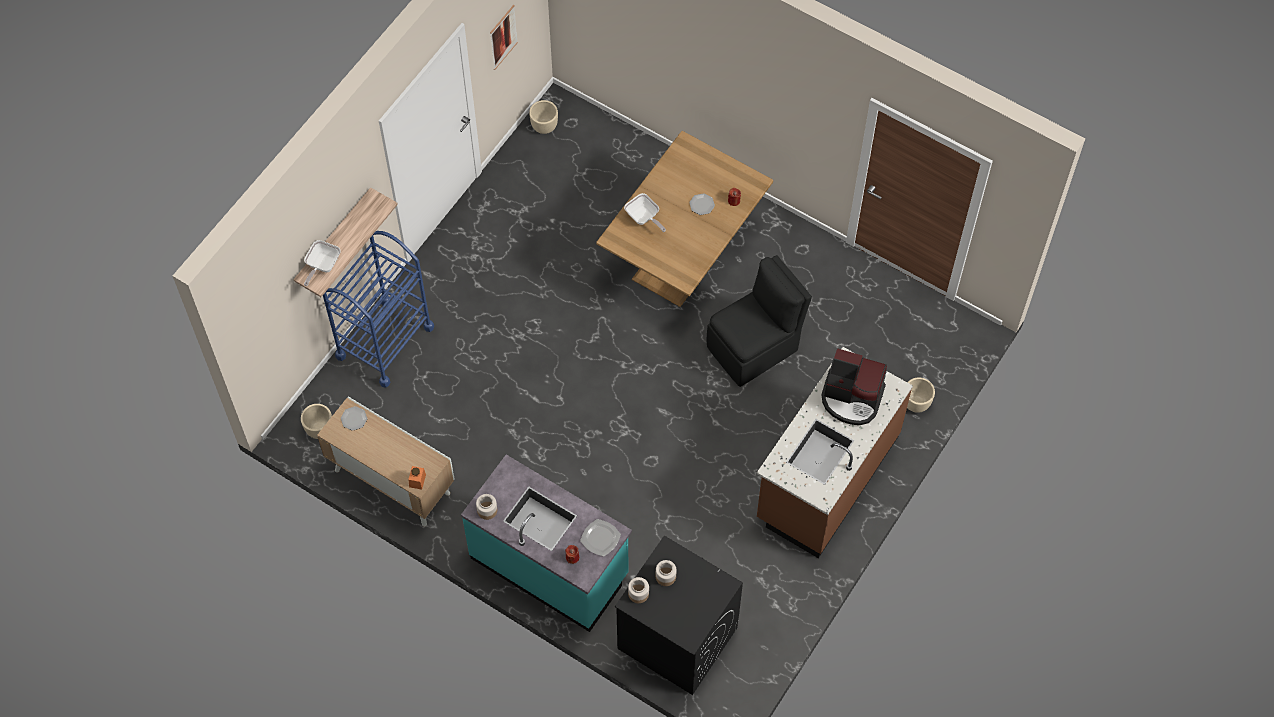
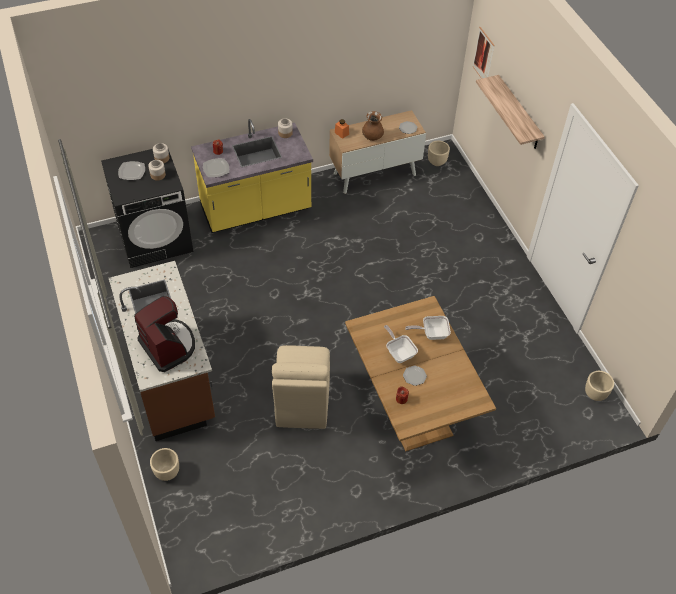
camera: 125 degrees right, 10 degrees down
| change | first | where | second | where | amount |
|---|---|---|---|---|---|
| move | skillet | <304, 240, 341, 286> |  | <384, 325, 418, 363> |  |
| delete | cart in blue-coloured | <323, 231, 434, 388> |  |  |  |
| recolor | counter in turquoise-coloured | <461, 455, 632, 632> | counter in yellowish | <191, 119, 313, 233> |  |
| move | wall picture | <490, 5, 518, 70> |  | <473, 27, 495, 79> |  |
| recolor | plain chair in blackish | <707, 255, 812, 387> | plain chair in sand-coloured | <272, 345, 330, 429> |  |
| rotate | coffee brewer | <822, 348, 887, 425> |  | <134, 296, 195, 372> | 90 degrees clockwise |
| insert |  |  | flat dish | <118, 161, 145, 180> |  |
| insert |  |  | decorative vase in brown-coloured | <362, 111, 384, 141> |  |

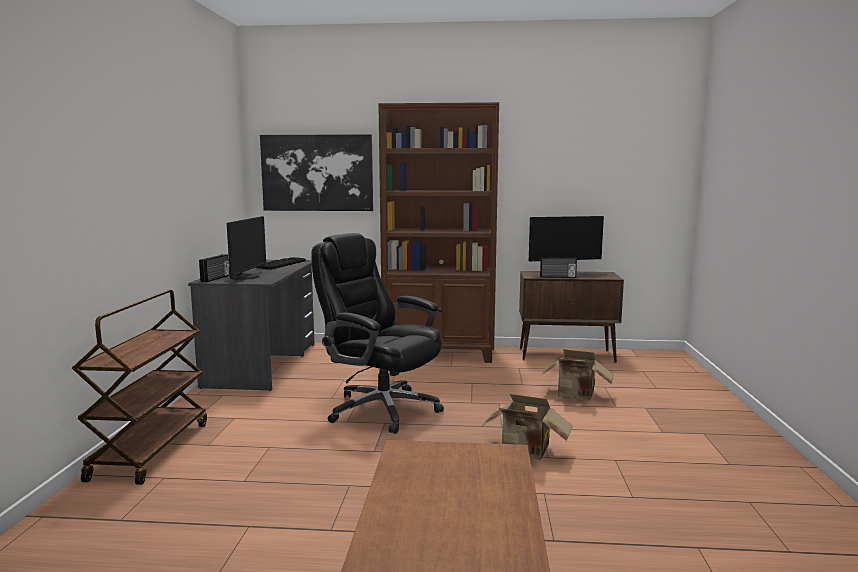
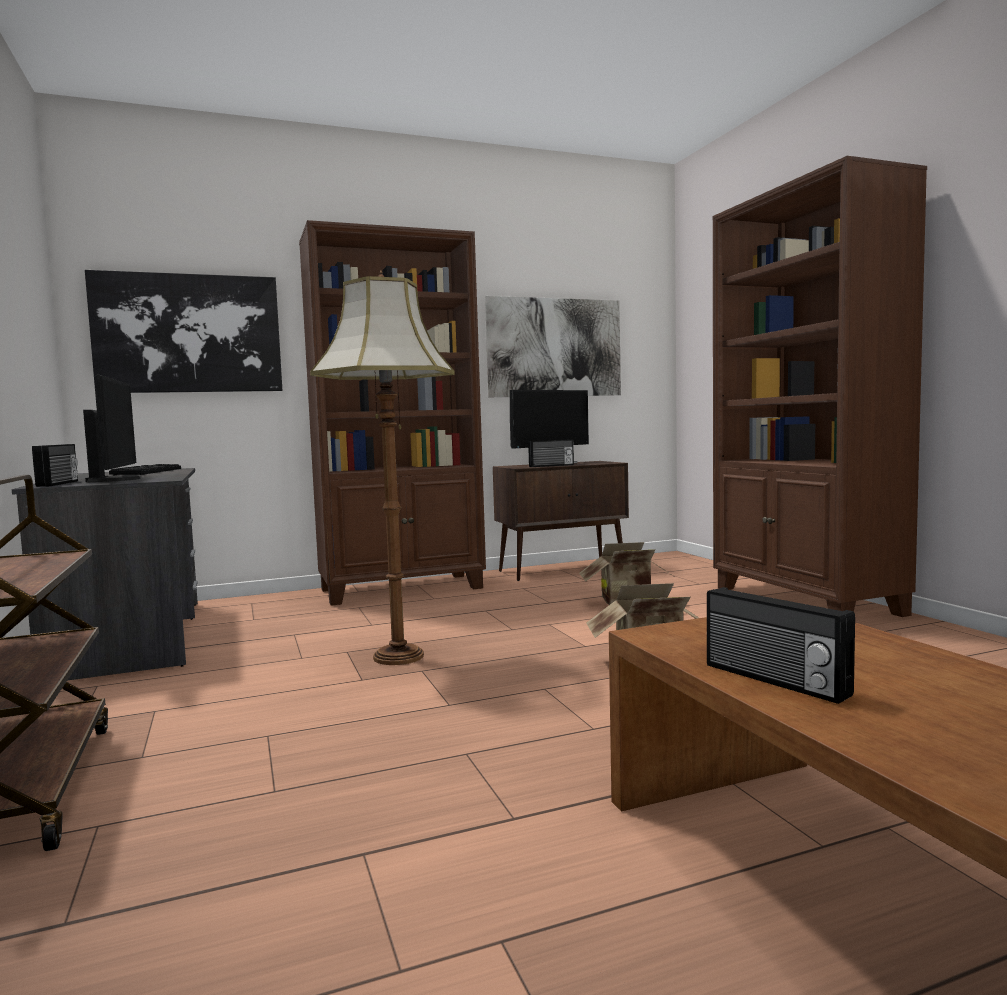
camera: 25 degrees left, 5 degrees down
| change | first | where | second | where | amount |
|---|---|---|---|---|---|
| replace | office chair in blackish | <312, 233, 444, 434> | floor lamp | <310, 271, 455, 665> |  |
| insert |  |  | wall picture | <485, 296, 621, 397> |  |
| insert |  |  | radio receiver | <707, 587, 855, 704> |  |
| insert |  |  | bookcase in brown-coloured | <713, 156, 927, 617> |  |

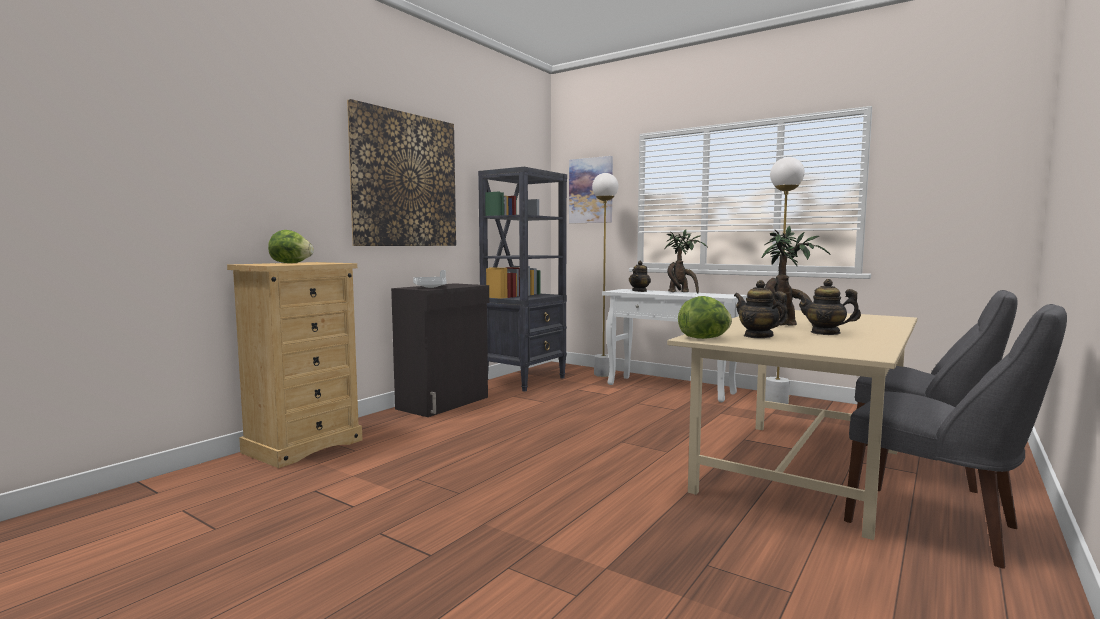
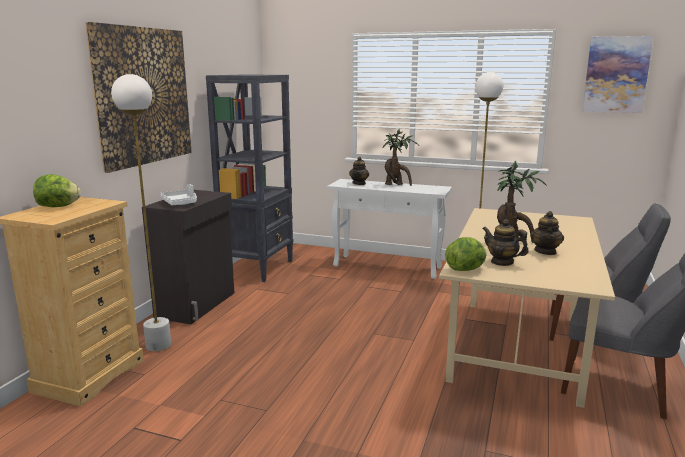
camera: 15 degrees left, 10 degrees up
| change | first | where | second | where | amount |
|---|---|---|---|---|---|
| move | wall picture | <569, 156, 613, 223> |  | <582, 36, 654, 113> |  |
| move | floor lamp in white | <592, 173, 618, 377> |  | <111, 74, 171, 352> |  |
| rotate | tea pot | <796, 279, 861, 335> |  | <530, 211, 564, 255> | 90 degrees counterclockwise |

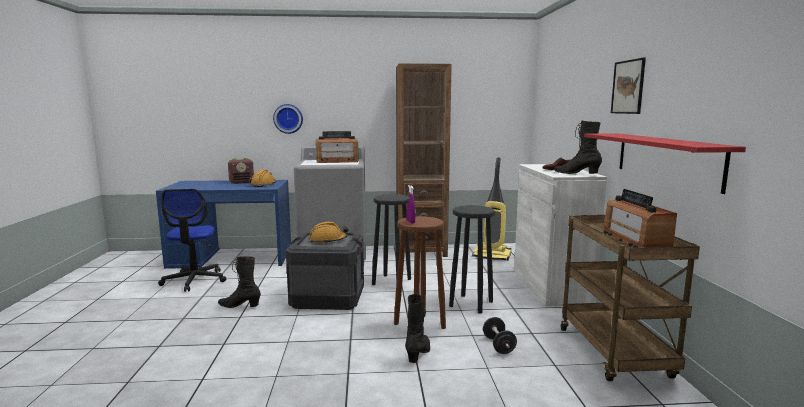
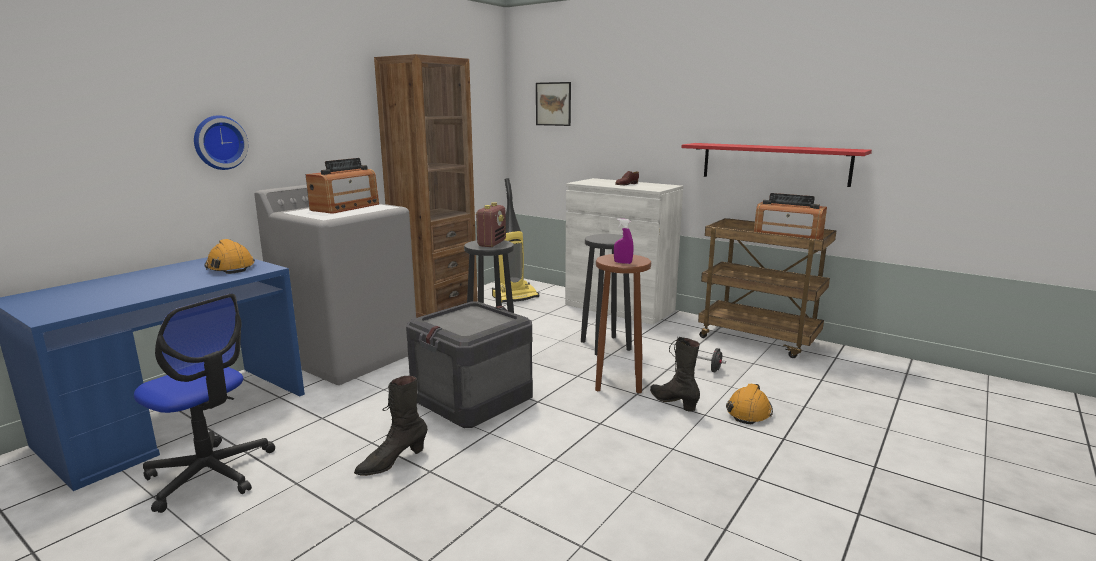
camera: 50 degrees left, 5 degrees up
| change | first | where | second | where | amount |
|---|---|---|---|---|---|
| move | radio receiver | <228, 158, 254, 184> |  | <475, 202, 506, 247> |  |
| move | safety helmet in orange-coloured | <309, 222, 349, 243> |  | <726, 384, 773, 424> |  |
| delete | boot in blackish | <554, 121, 602, 174> |  |  |  |
| move | wall picture | <611, 58, 646, 114> |  | <536, 82, 571, 126> |  |

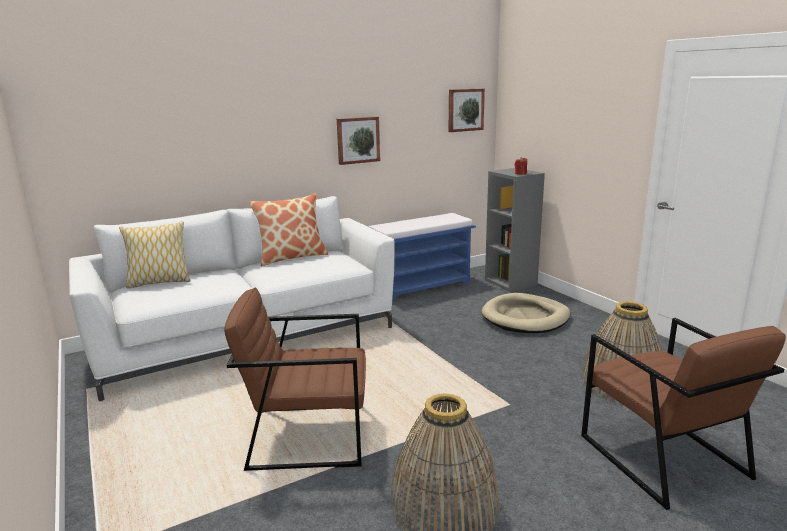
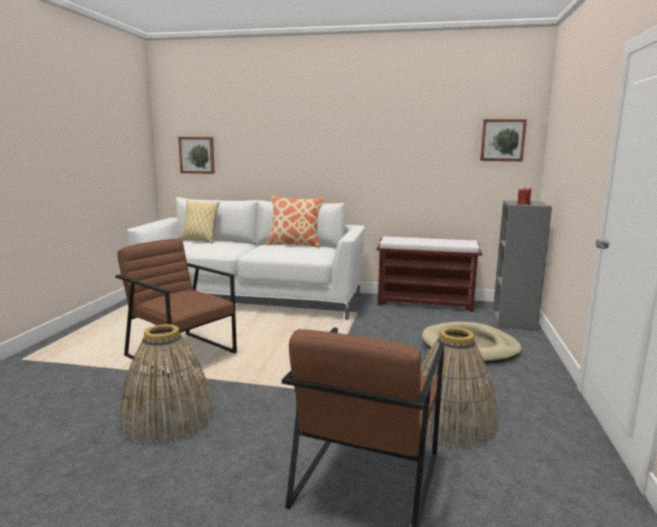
camera: 40 degrees right, 5 degrees down
| change | first | where | second | where | amount |
|---|---|---|---|---|---|
| move | wall picture | <337, 117, 380, 165> |  | <178, 137, 215, 174> |  |
| recolor | indoor bench in blue-coloured | <368, 213, 476, 300> | indoor bench in brown-coloured | <377, 236, 482, 312> |  |

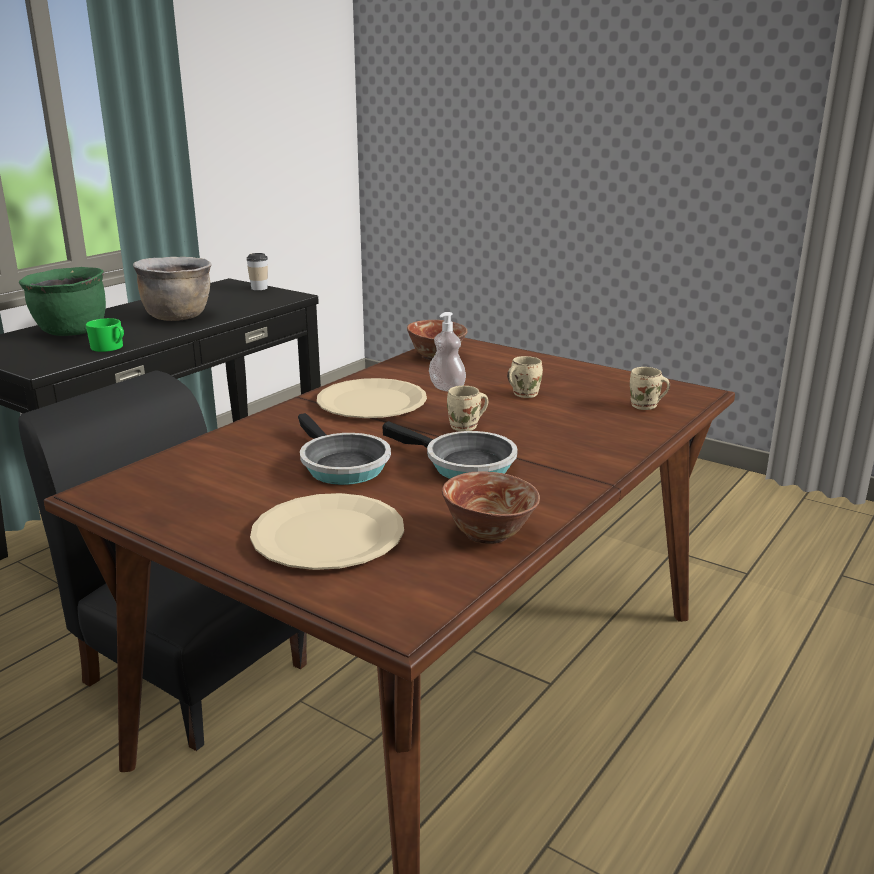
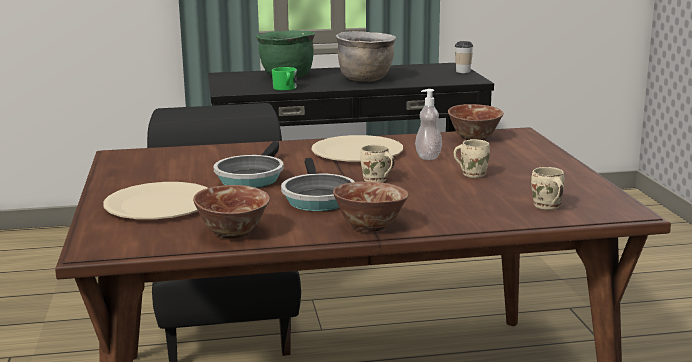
camera: 45 degrees right, 5 degrees down
| change | first | where | second | where | amount |
|---|---|---|---|---|---|
| insert |  |  | bowl | <333, 182, 409, 232> |  |

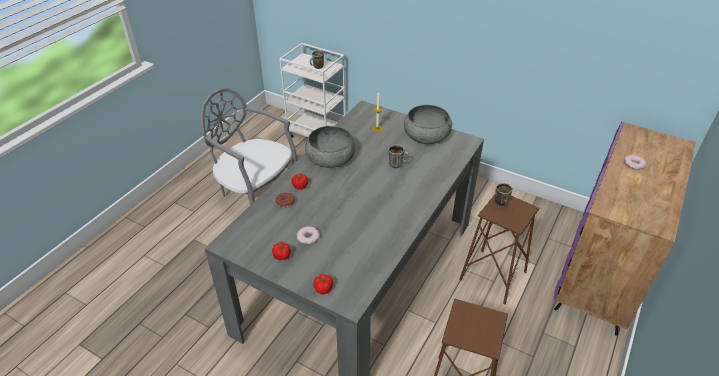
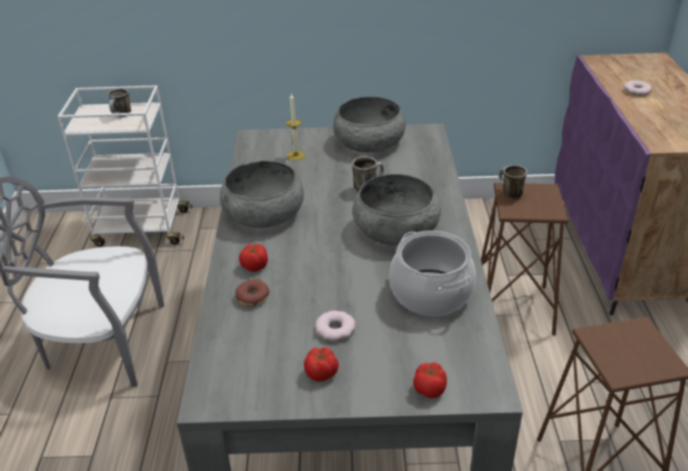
camera: 30 degrees left, 5 degrees down
| change | first | where | second | where | amount |
|---|---|---|---|---|---|
| insert |  |  | bowl in gray | <353, 174, 441, 246> |  |
| insert |  |  | saucepot | <389, 230, 476, 316> |  |

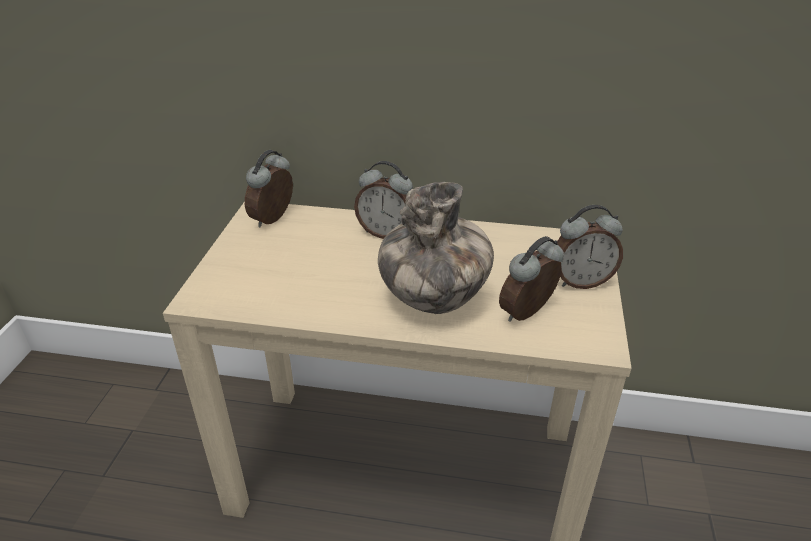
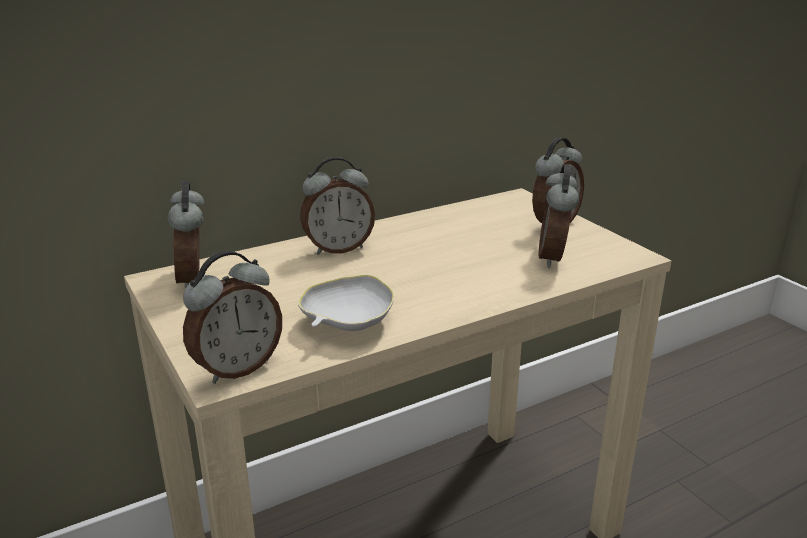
camera: 40 degrees left, 10 degrees down
| change | first | where | second | where | amount |
|---|---|---|---|---|---|
| delete | decorative vase | <378, 182, 494, 314> |  |  |  |
| insert |  |  | alarm clock | <183, 251, 282, 384> |  |
| insert |  |  | bowl in white | <298, 274, 394, 331> |  |

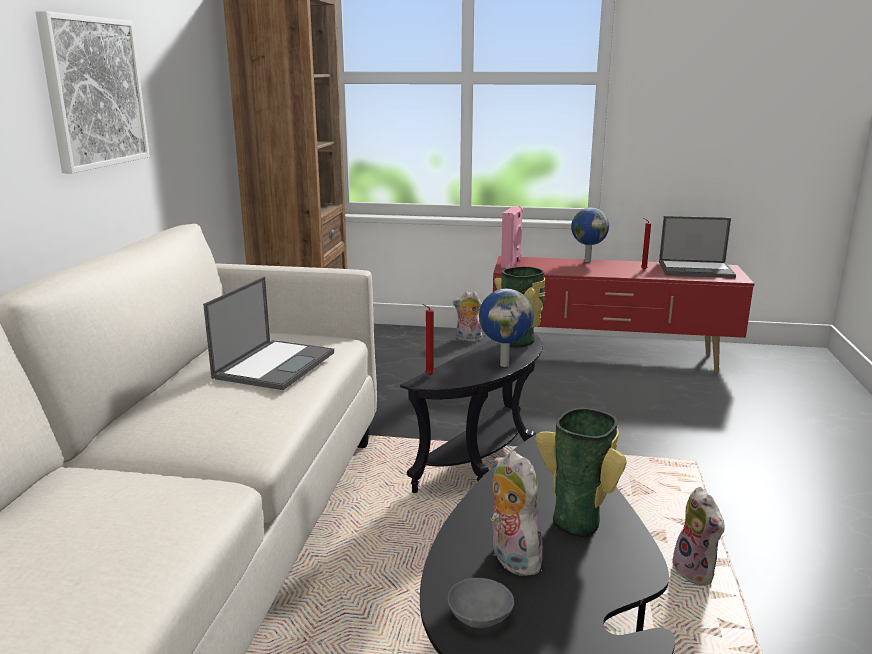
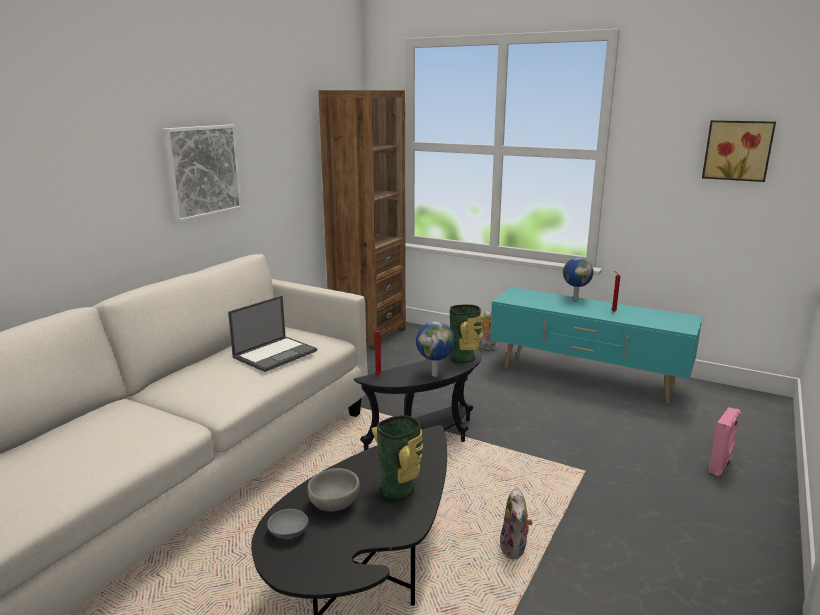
camera: 20 degrees right, 0 degrees up
| change | first | where | second | where | amount |
|---|---|---|---|---|---|
| replace | plush toy | <490, 450, 543, 576> | bowl in gray | <307, 468, 360, 512> |  |
| recolor | tv unit in reddish | <493, 256, 755, 373> | tv unit in turquoise-coloured | <490, 287, 703, 404> |  |
| move | audio speaker in pink | <501, 206, 523, 268> |  | <708, 407, 741, 476> |  |
| delete | notebook computer | <659, 216, 736, 278> |  |  |  |
| insert |  |  | wall picture | <702, 120, 776, 182> |  |

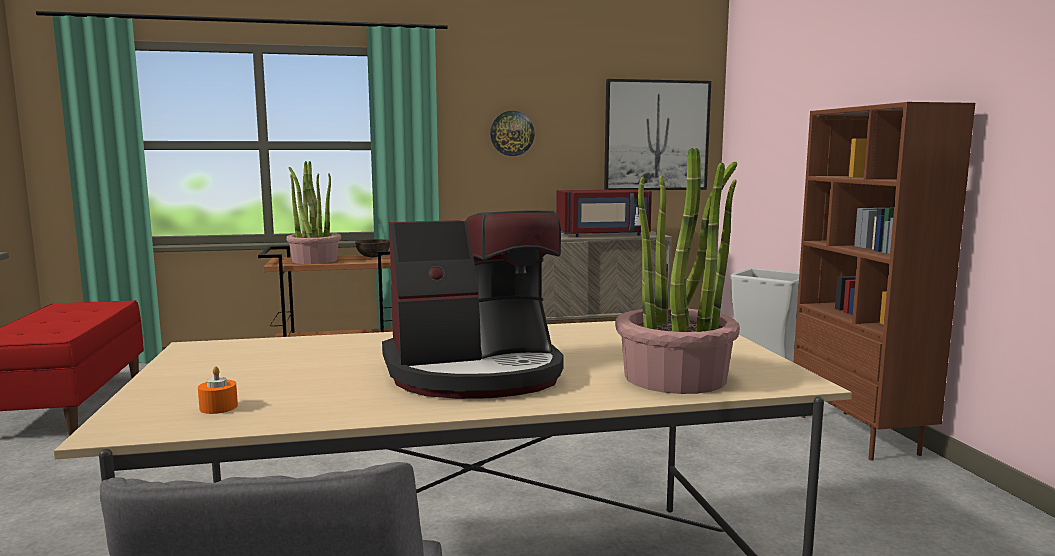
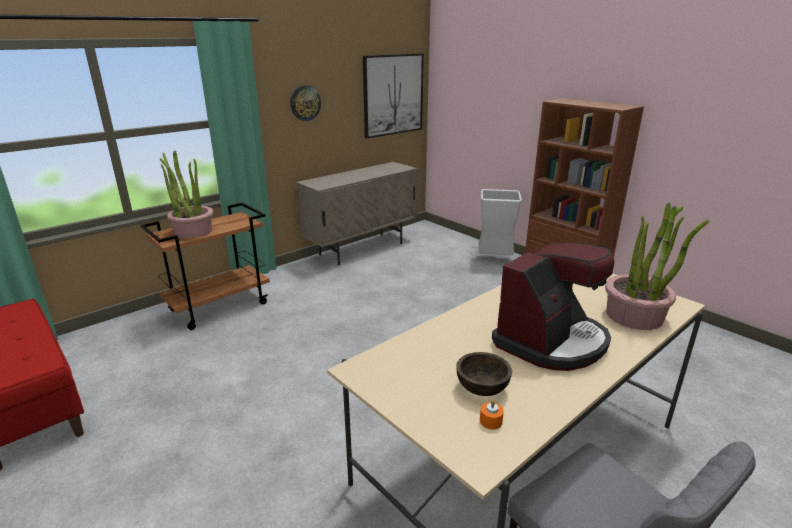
camera: 30 degrees left, 15 degrees up
| change | first | where | second | where | amount |
|---|---|---|---|---|---|
| move | bowl in brown-coloured | <355, 239, 390, 257> |  | <456, 352, 512, 396> |  |
| delete | kitchen microwave in reddish | <556, 190, 652, 237> |  |  |  |

